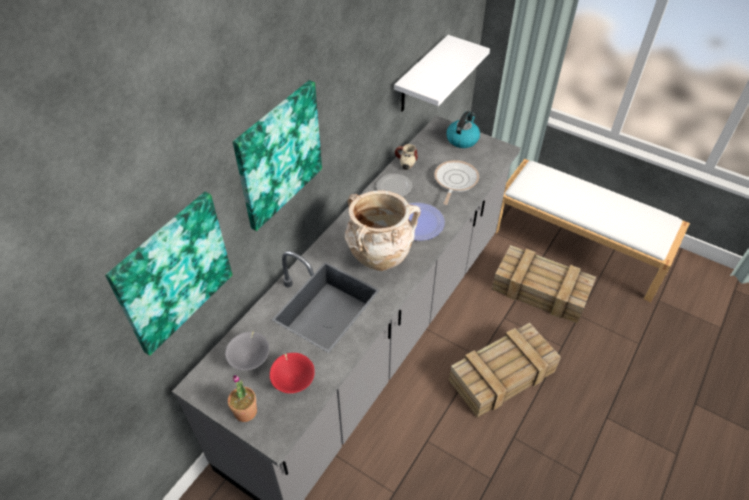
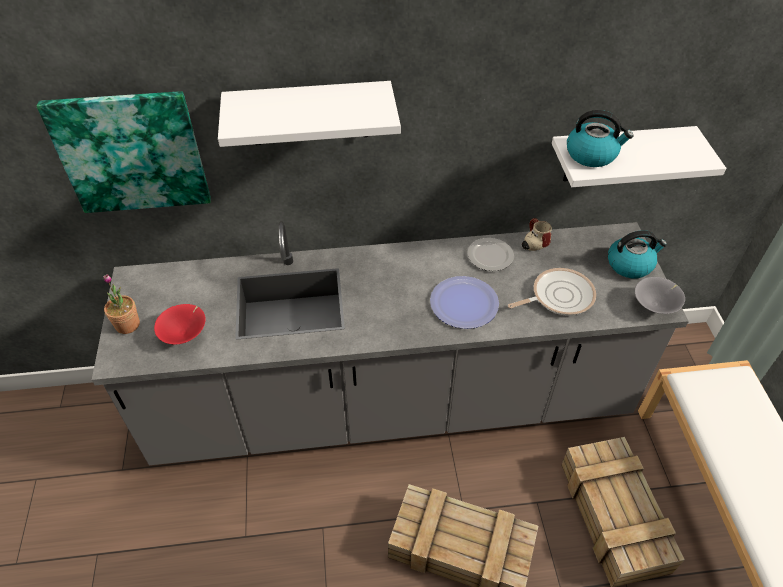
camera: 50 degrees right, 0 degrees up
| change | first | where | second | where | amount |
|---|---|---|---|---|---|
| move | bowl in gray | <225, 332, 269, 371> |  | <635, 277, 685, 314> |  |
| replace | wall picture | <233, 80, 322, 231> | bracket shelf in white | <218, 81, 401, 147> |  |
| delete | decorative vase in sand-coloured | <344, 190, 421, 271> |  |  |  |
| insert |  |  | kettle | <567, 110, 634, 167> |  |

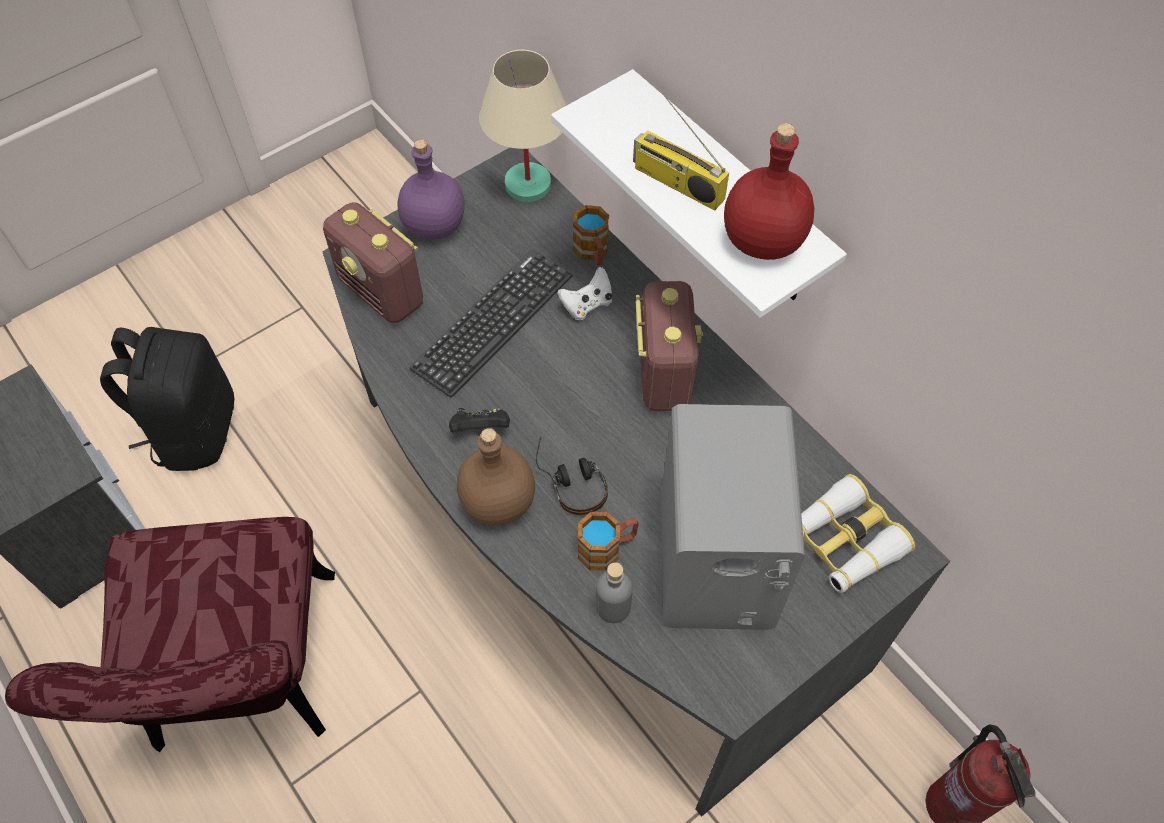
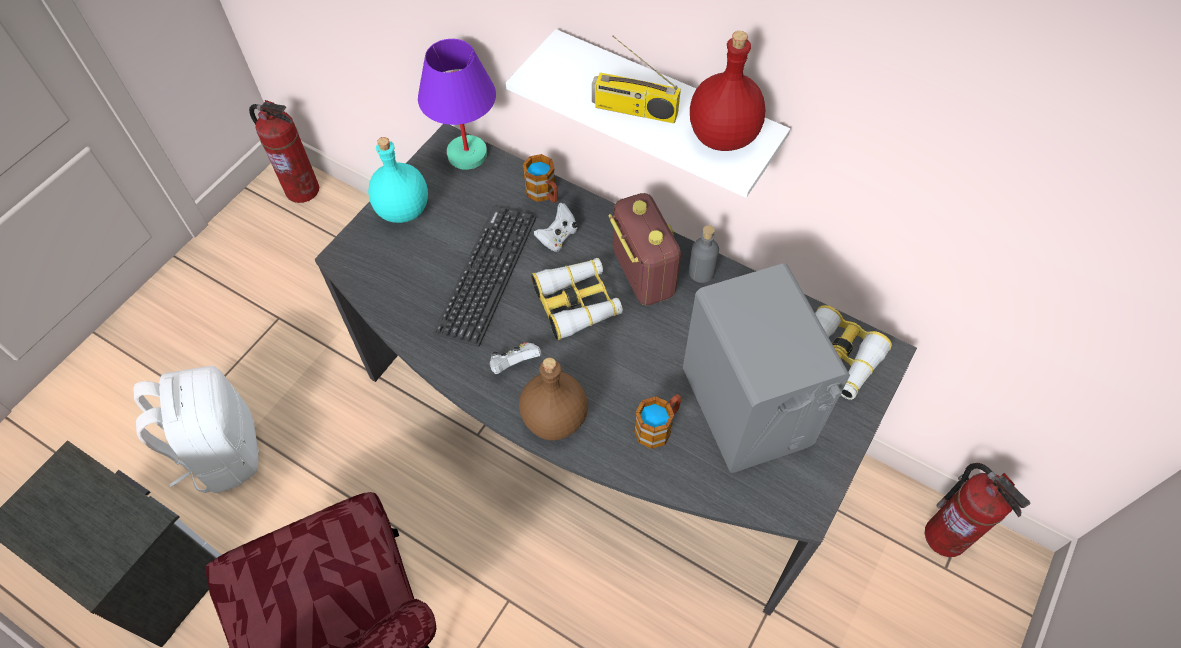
camera: 20 degrees left, 0 degrees up
| change | first | where | second | where | amount |
|---|---|---|---|---|---|
| recolor | rucksack in blackish | <100, 327, 234, 471> | rucksack in white | <133, 366, 259, 493> |  |
| delete | radio receiver | <323, 202, 423, 323> |  |  |  |
| recolor | bottle in purple | <398, 139, 465, 240> | bottle in turquoise-coloured | <368, 137, 428, 223> |  |
| recolor | game controller in blackish | <449, 408, 510, 433> | game controller in white | <490, 342, 541, 374> |  |
| recolor | lamp for a table in sand-coloured | <479, 50, 567, 202> | lamp for a table in purple | <418, 39, 496, 170> |  |
| delete | pair of headphones | <536, 436, 608, 515> |  |  |  |
| move | bottle in gray | <596, 562, 633, 623> |  | <689, 225, 719, 283> |  |
| insert |  |  | extinguisher | <249, 100, 319, 203> |  |
| insert |  |  | binoculars | <531, 258, 623, 340> |  |

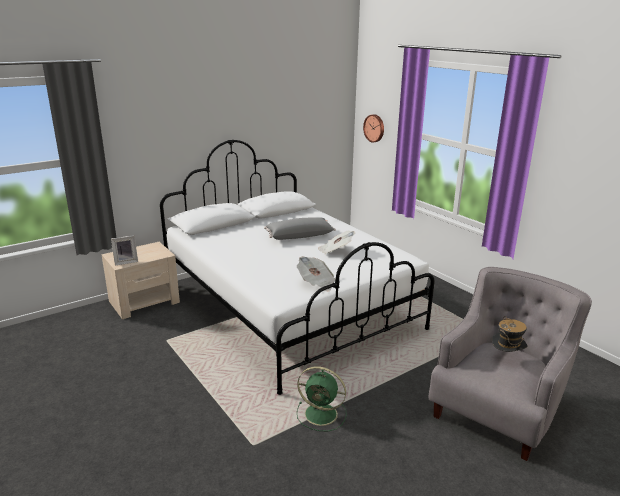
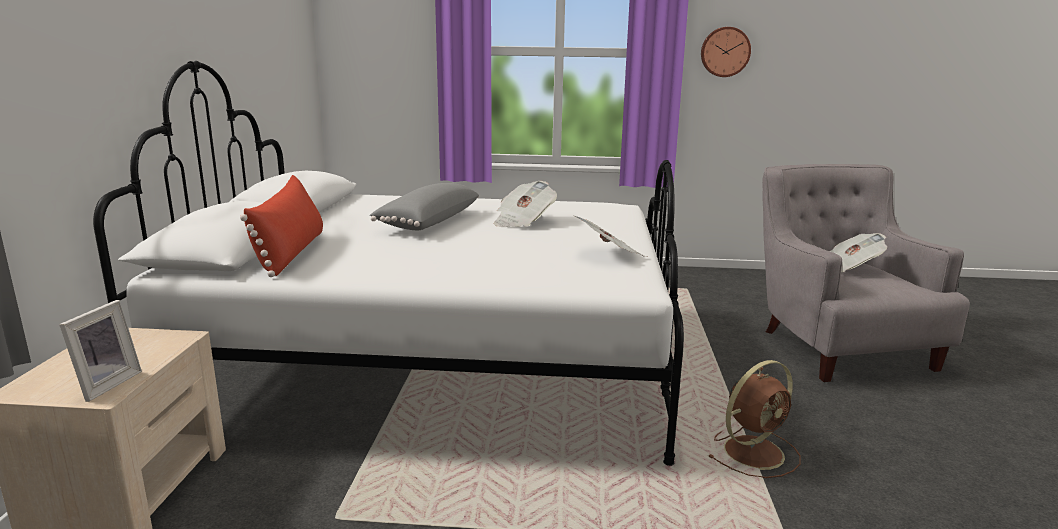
camera: 50 degrees left, 5 degrees down
| change | first | where | second | where | amount |
|---|---|---|---|---|---|
| recolor | fan in green | <297, 366, 347, 431> | fan in brown-coloured | <708, 360, 801, 478> |  |
| move | wall clock | <363, 114, 384, 143> |  | <701, 27, 751, 77> |  |
| replace | hat | <492, 316, 528, 352> | printed paper | <830, 233, 887, 273> |  |
| insert |  |  | pillow in reddish | <240, 175, 323, 277> |  |

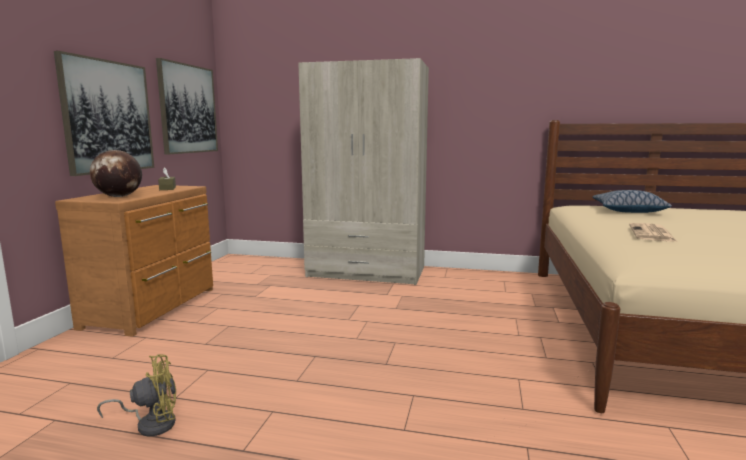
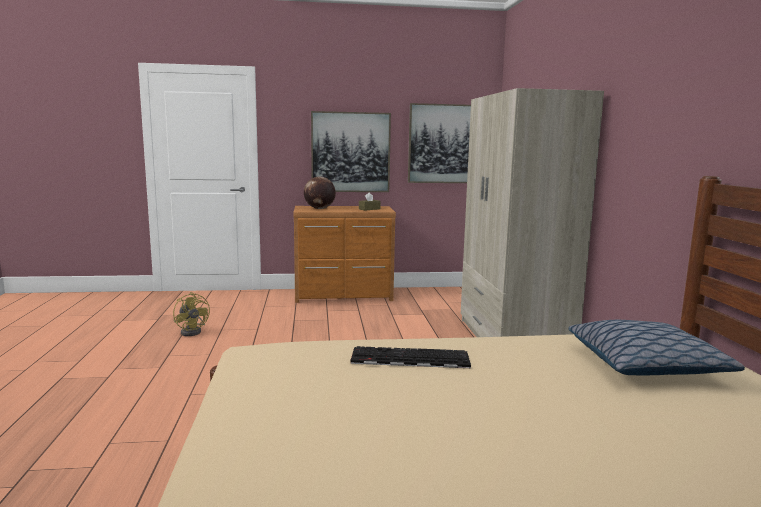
camera: 70 degrees right, 0 degrees up
| change | first | where | second | where | amount |
|---|---|---|---|---|---|
| replace | printed paper | <629, 223, 677, 242> | keyboard | <350, 346, 471, 368> |  |

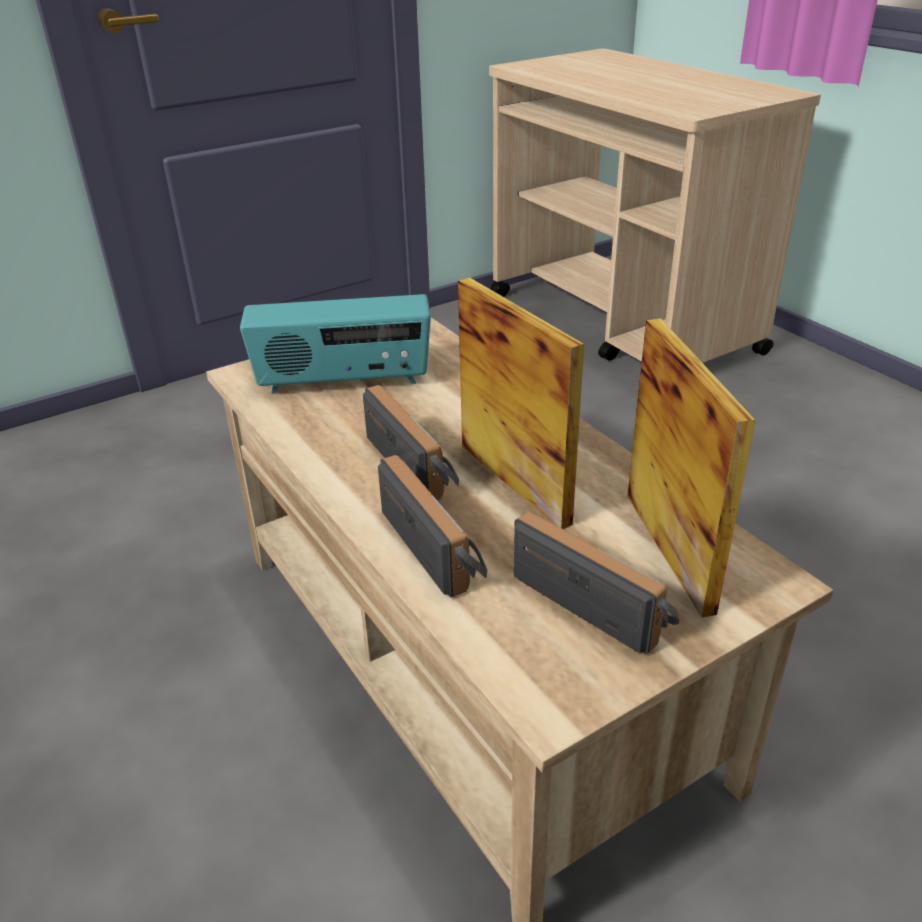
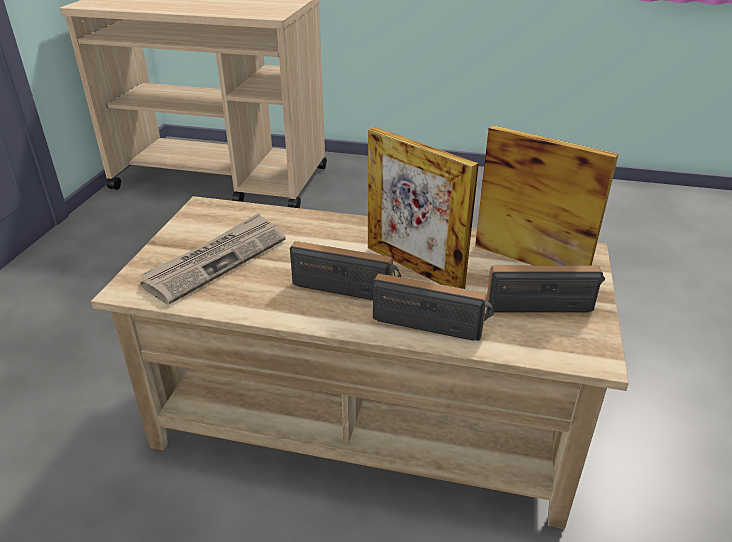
camera: 45 degrees left, 0 degrees up
| change | first | where | second | where | amount |
|---|---|---|---|---|---|
| replace | radio receiver | <240, 294, 431, 394> | printed paper | <140, 213, 286, 305> |  |
| rotate | standing frame | <458, 277, 584, 529> |  | <368, 127, 479, 289> | 150 degrees counterclockwise |

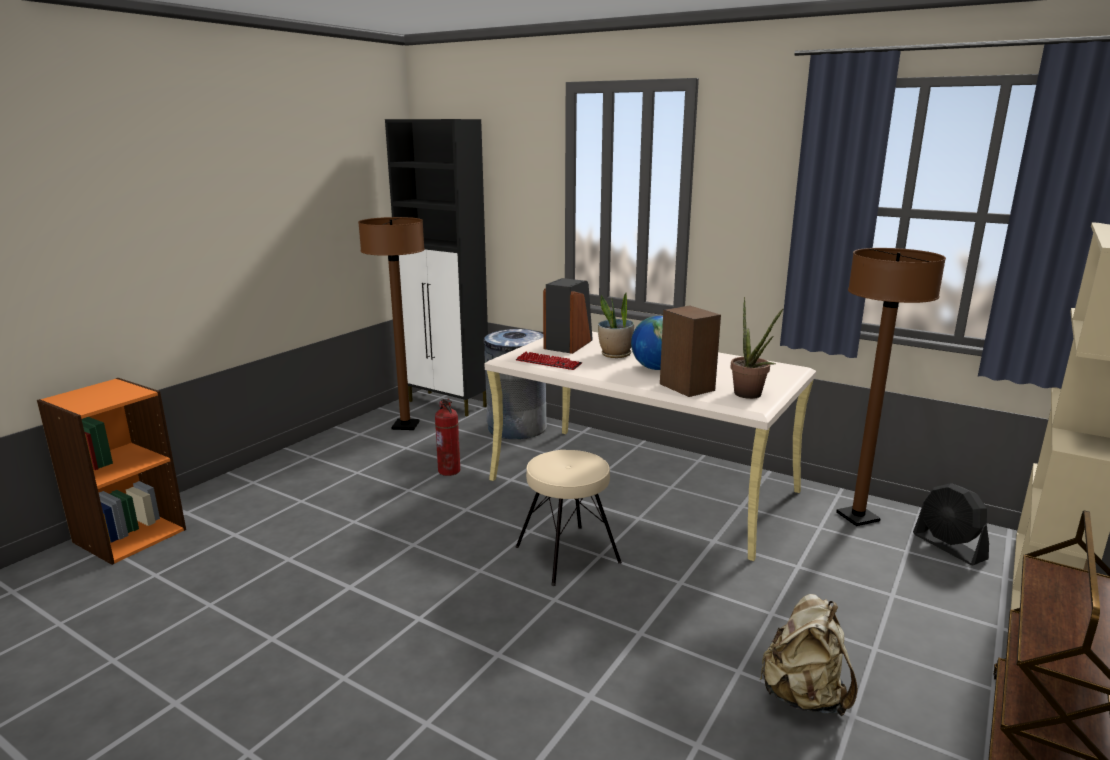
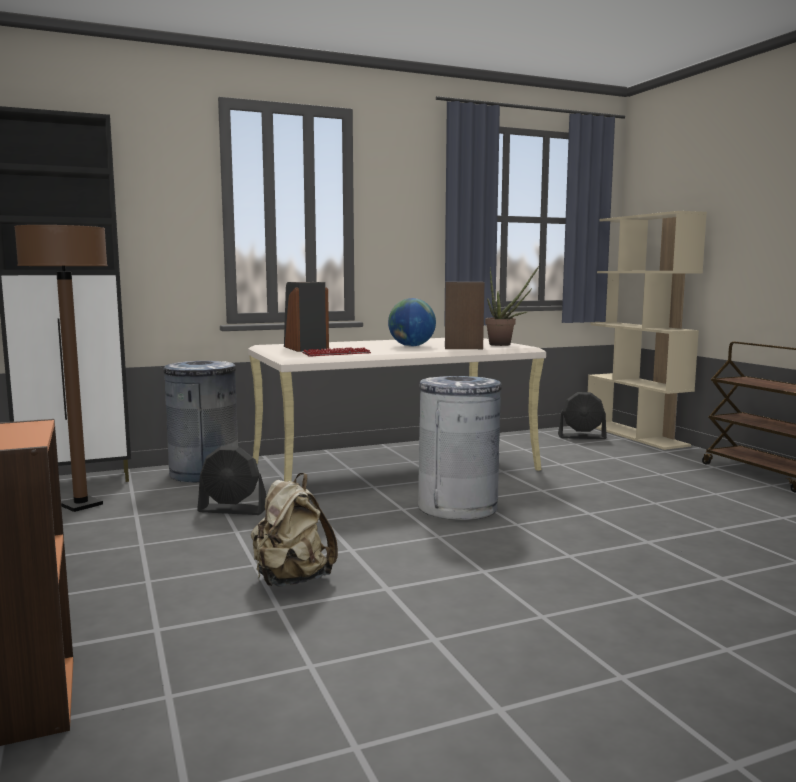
camera: 55 degrees left, 10 degrees down
| change | first | where | second | where | amount |
|---|---|---|---|---|---|
| replace | extinguisher | <435, 399, 460, 476> | fan in blackish | <197, 446, 266, 515> |  |
| replace | stool seat in sand-coloured | <516, 450, 622, 586> | rubbish bin in gray | <418, 376, 502, 520> |  |
| delete | potted plant | <598, 292, 634, 358> |  |  |  |
| move | rucksack in sand-coloured | <759, 594, 858, 716> |  | <251, 473, 338, 587> |  |
| delete | floor lamp in brown-coloured | <836, 248, 946, 526> |  |  |  |

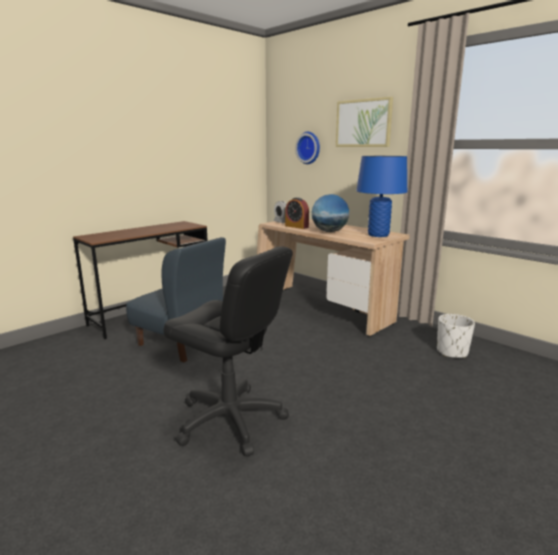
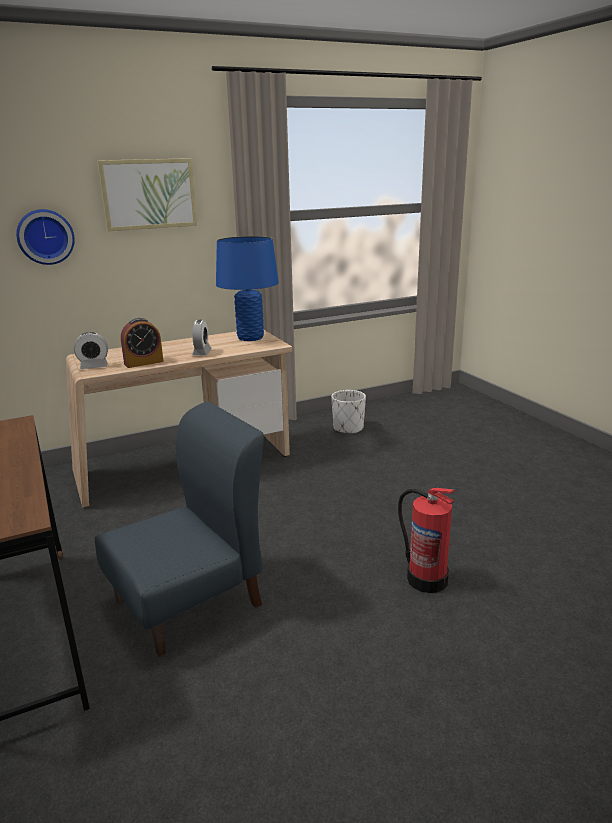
camera: 70 degrees left, 5 degrees up
| change | first | where | second | where | amount |
|---|---|---|---|---|---|
| replace | office chair in blackish | <163, 247, 293, 457> | extinguisher | <398, 488, 455, 593> |  |
| replace | globe | <312, 194, 349, 232> | alarm clock | <192, 320, 212, 355> |  |

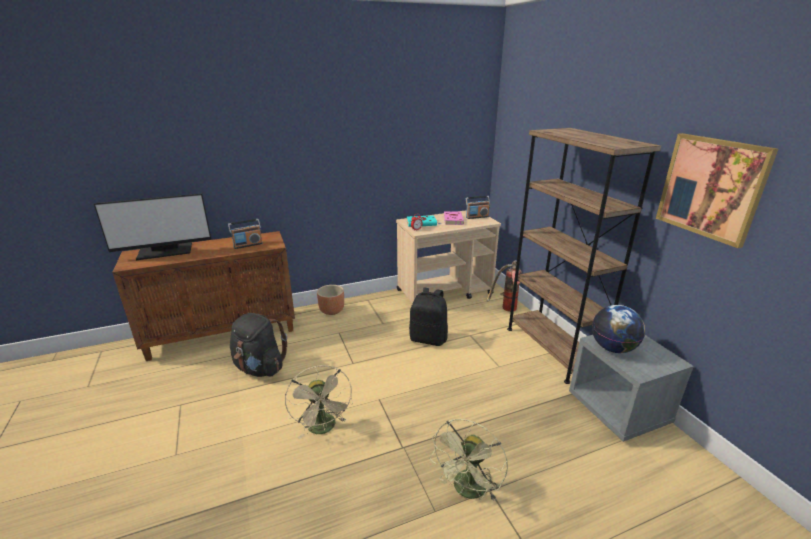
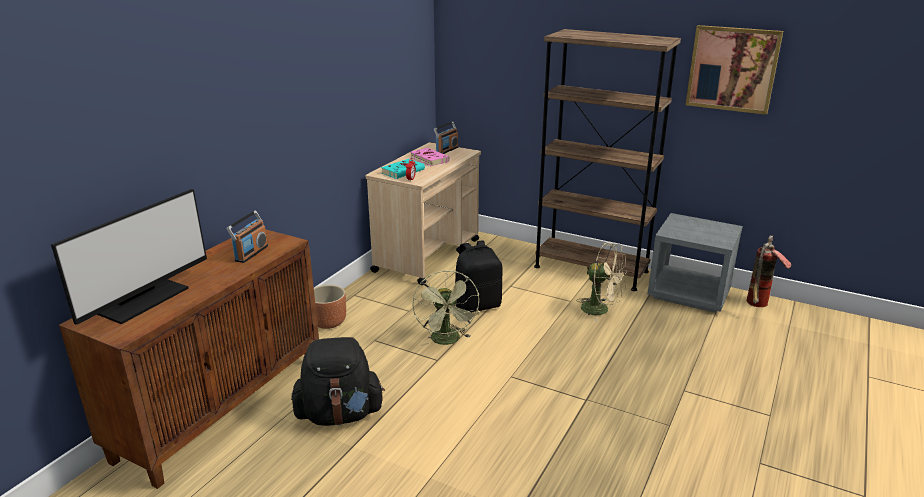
camera: 40 degrees left, 0 degrees up
| change | first | where | second | where | amount |
|---|---|---|---|---|---|
| move | fan in sand-coloured | <285, 365, 353, 439> |  | <576, 242, 628, 322> |  |
| move | fan in green | <429, 419, 508, 501> |  | <412, 270, 480, 346> |  |
| move | extinguisher | <486, 260, 522, 312> |  | <746, 235, 791, 307> |  |
| delete | globe | <592, 305, 645, 353> |  |  |  |

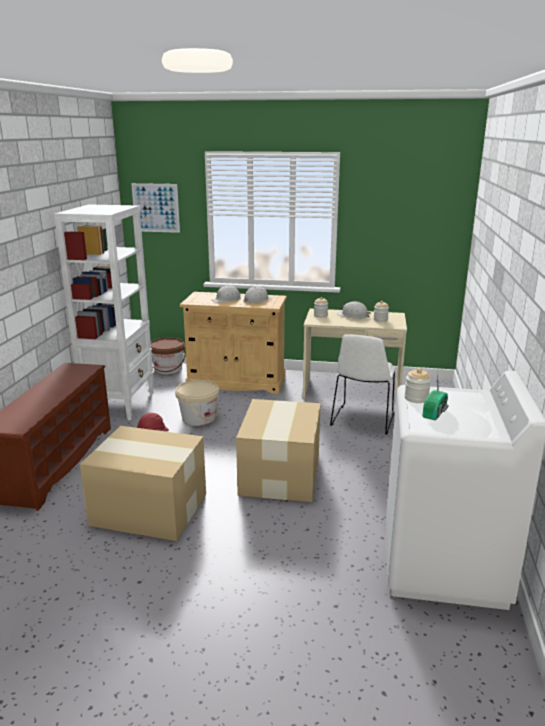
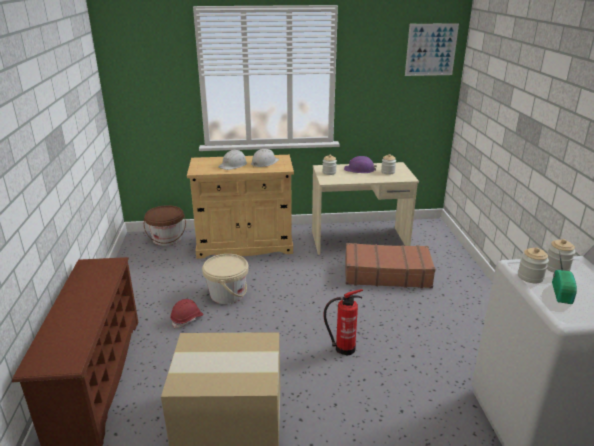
camera: 15 degrees left, 5 degrees up
| change | first | where | second | where | amount |
|---|---|---|---|---|---|
| delete | bookcase in white | <54, 204, 154, 420> |  |  |  |
| move | wall picture | <131, 183, 180, 233> |  | <405, 23, 459, 76> |  |
| replace | cardboard box | <236, 399, 321, 502> | extinguisher | <323, 289, 363, 356> |  |
| replace | plain chair in white | <330, 334, 395, 435> | travel case in brown-coloured | <345, 243, 436, 288> |  |
| recolor | safety helmet in white | <337, 301, 371, 319> | safety helmet in purple | <344, 156, 377, 173> |  |
| insert |  |  | storage jar | <547, 239, 576, 273> |  |

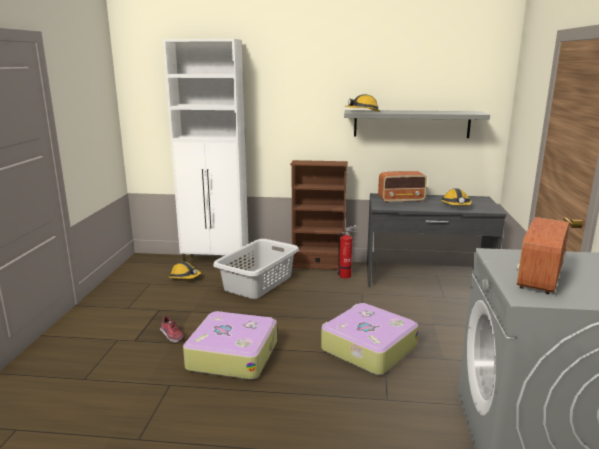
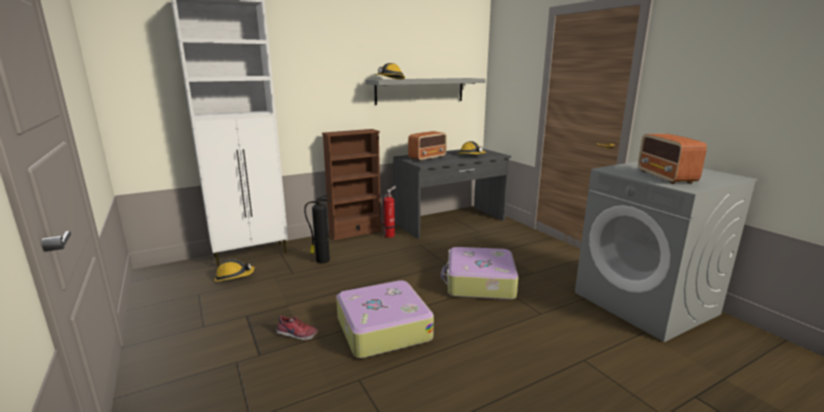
camera: 35 degrees left, 0 degrees up
| change | first | where | second | where | amount |
|---|---|---|---|---|---|
| replace | hamper in gray | <213, 239, 299, 299> | extinguisher | <304, 195, 332, 264> |  |

